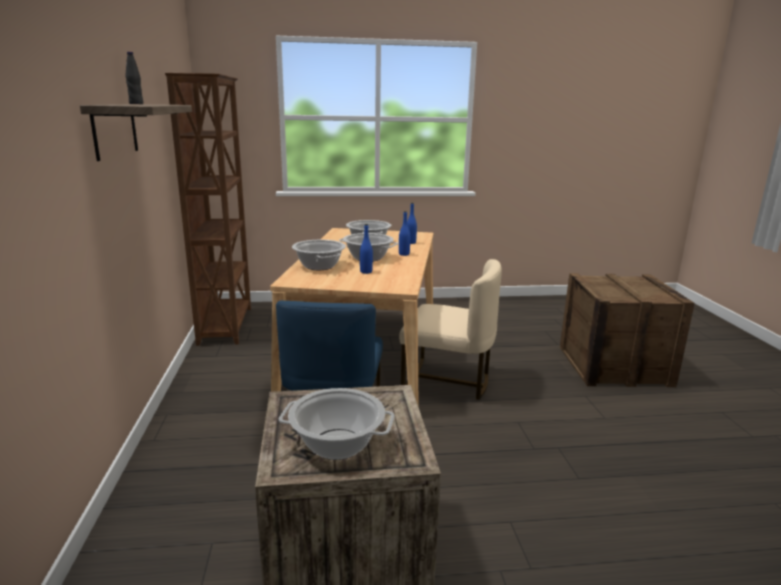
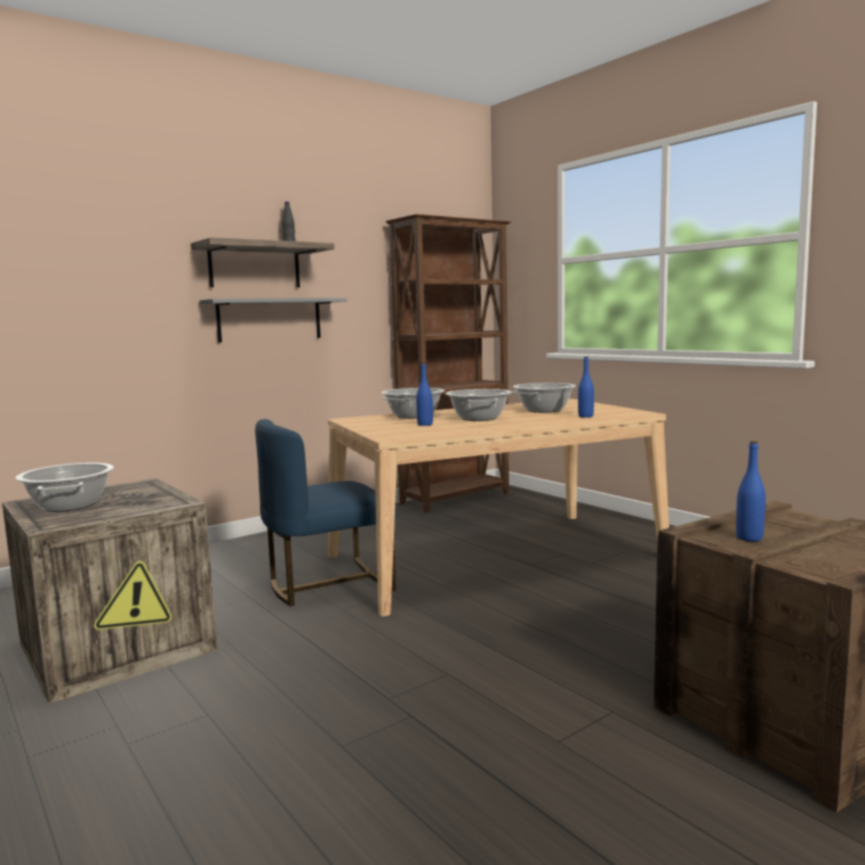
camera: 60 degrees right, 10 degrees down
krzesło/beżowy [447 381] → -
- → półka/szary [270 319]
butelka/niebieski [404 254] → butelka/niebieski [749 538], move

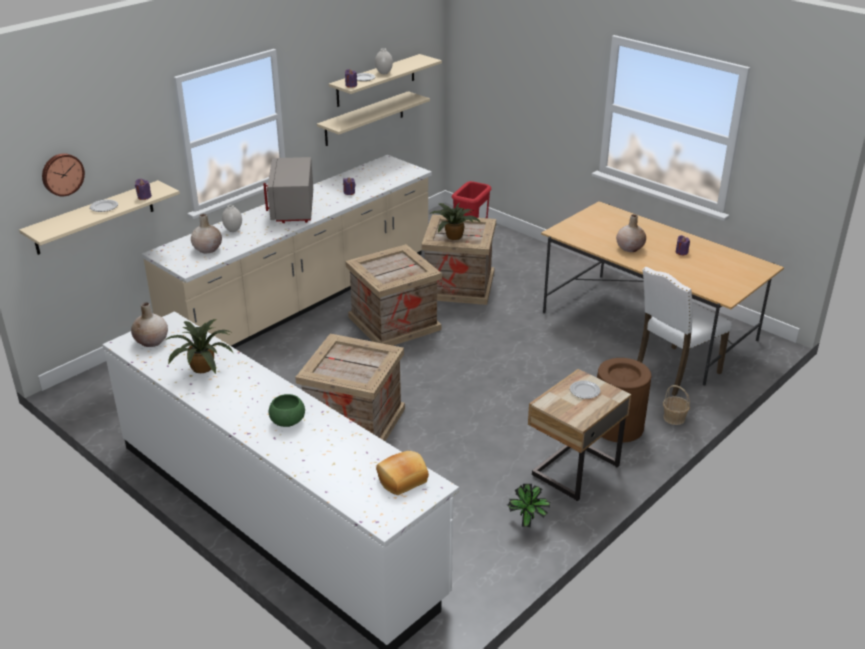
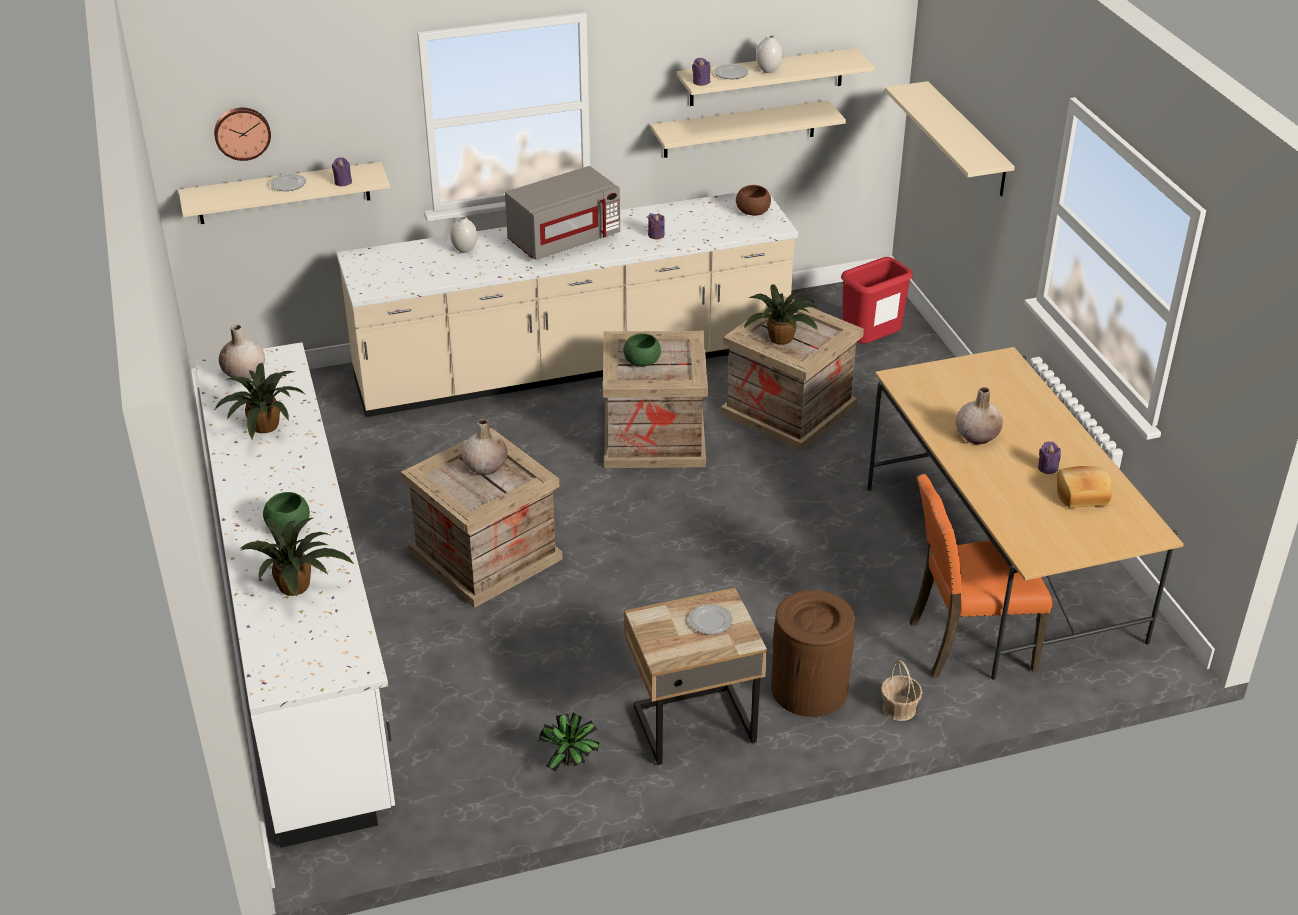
camera: 30 degrees right, 5 degrees up
- → roślina doniczkowa [297 585]
- → miska/zielony [642 362]
- → miska/brązowy [753 212]
- → półka/beżowy [967 140]
wazon/beżowy [207 249] → wazon/beżowy [485 467], move
chleb [401 479] → chleb [1081 494], move
krzesło/biały [674 372] → krzesło/pomarańczowy [968 644]
mikrofalówka/szary [293 208] → mikrofalówka/szary [564 239], 150 degrees counterclockwise

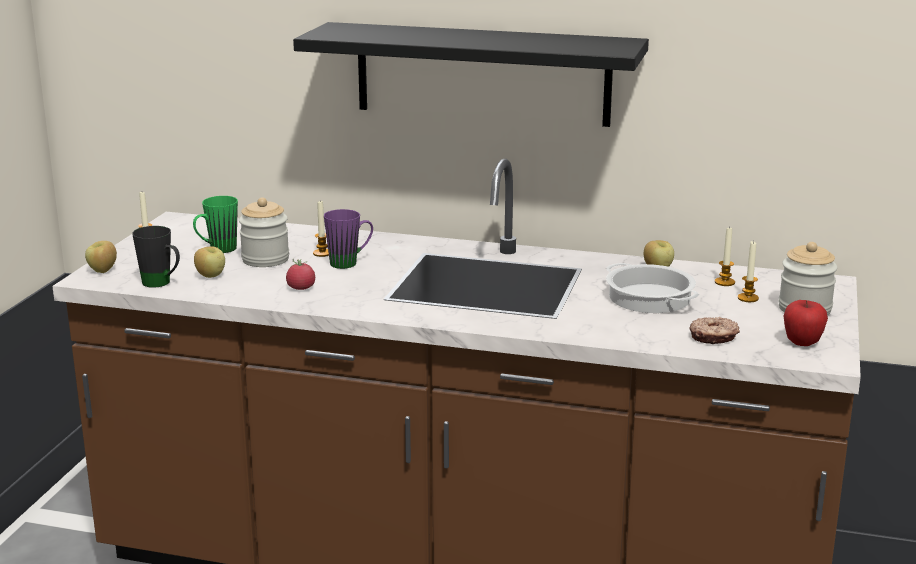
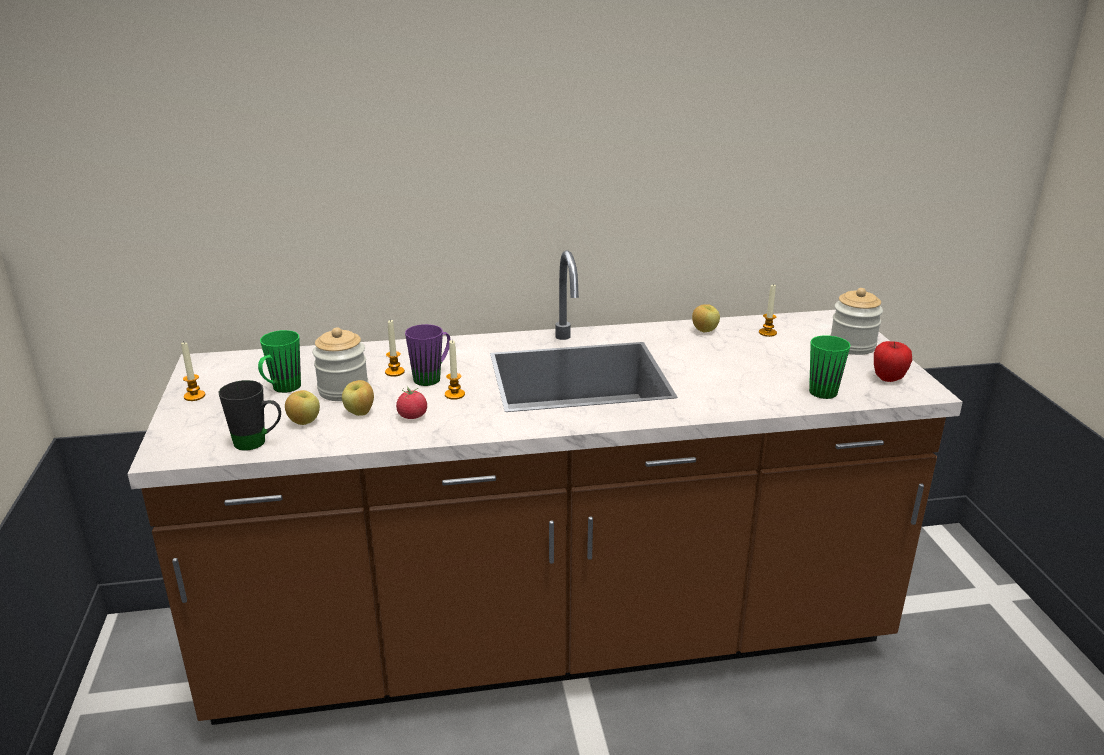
camera: 25 degrees left, 5 degrees up
półka/czarny [482 74] → -
garnek [648 298] → -
jabłko [103 271] → jabłko [360 413], move
świeca [748 298] → świeca [454 394], move
donut [713 337] → kubek/zielony [820 389]

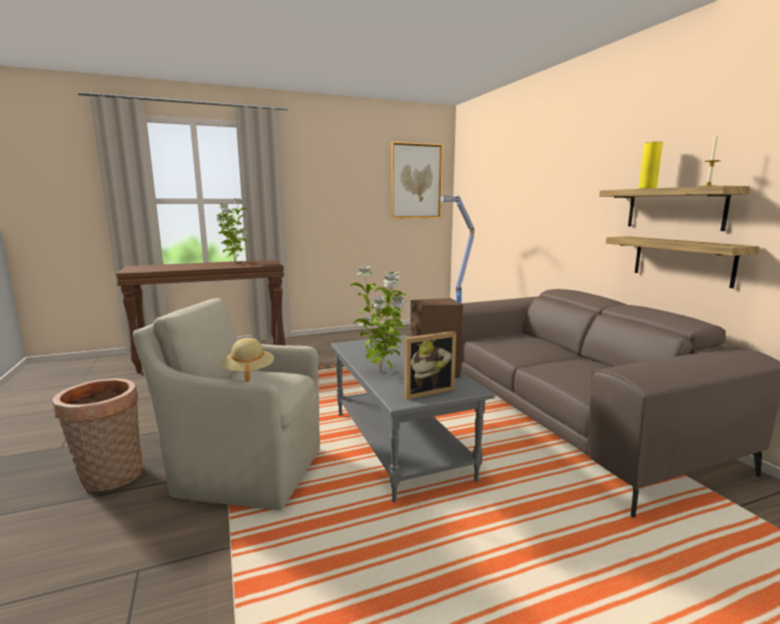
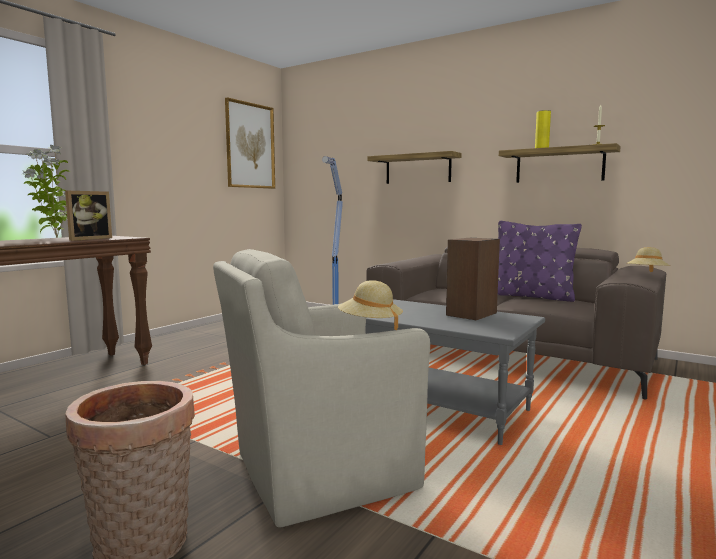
camera: 35 degrees left, 5 degrees down
roślina doniczkowa [382 372] → -
- → poduszka/fioletowy [531 296]
- → kapelusz/beżowy [647 274]
ramka na zdjęcie [426 391] → ramka na zdjęcie [88 239], move
półka [682 260] → półka [418 169], move

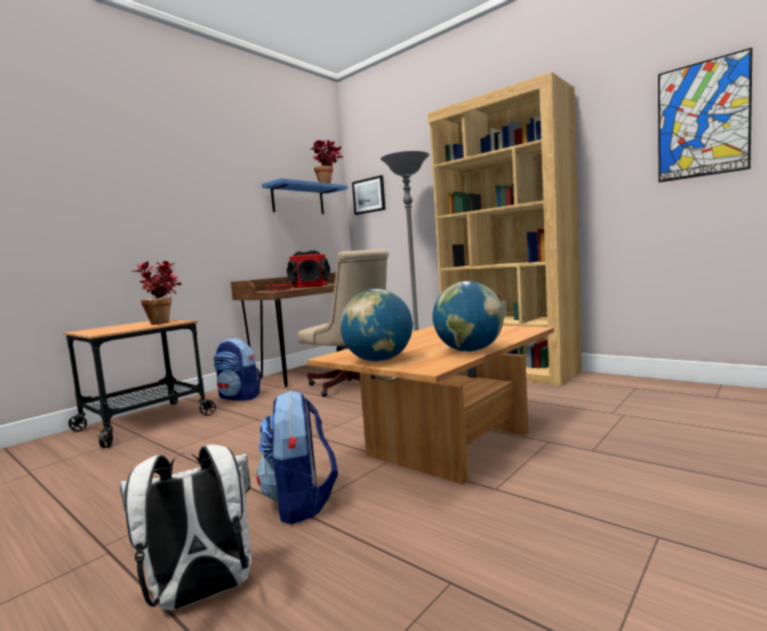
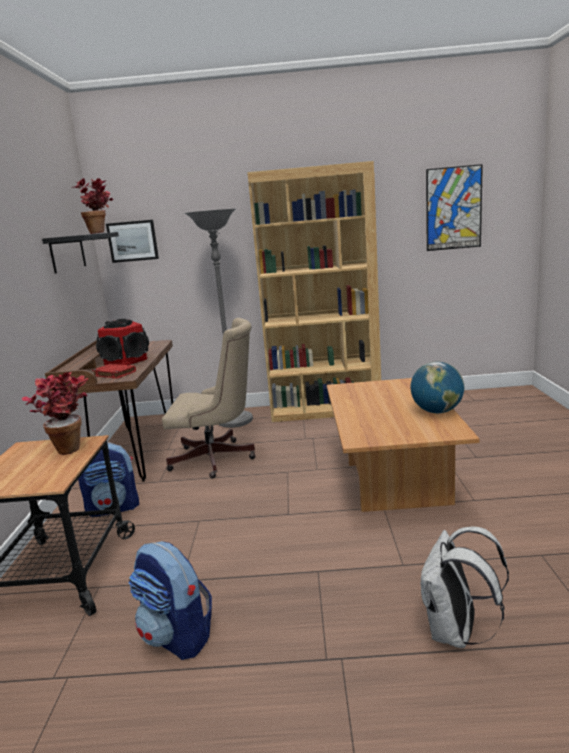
camera: 40 degrees left, 10 degrees up
globus [379 360] → -
plecak [301 503] → plecak [177 636], move
półka/niebieski [298 200] → półka/czarny [67 253]

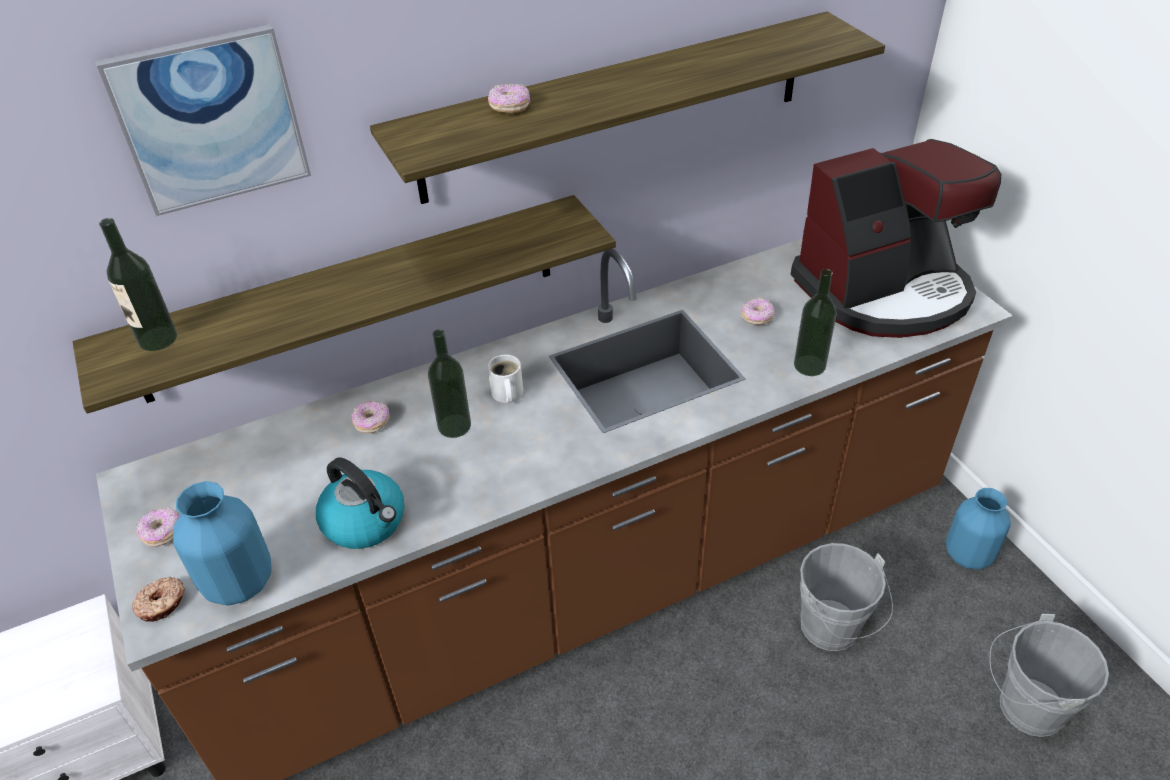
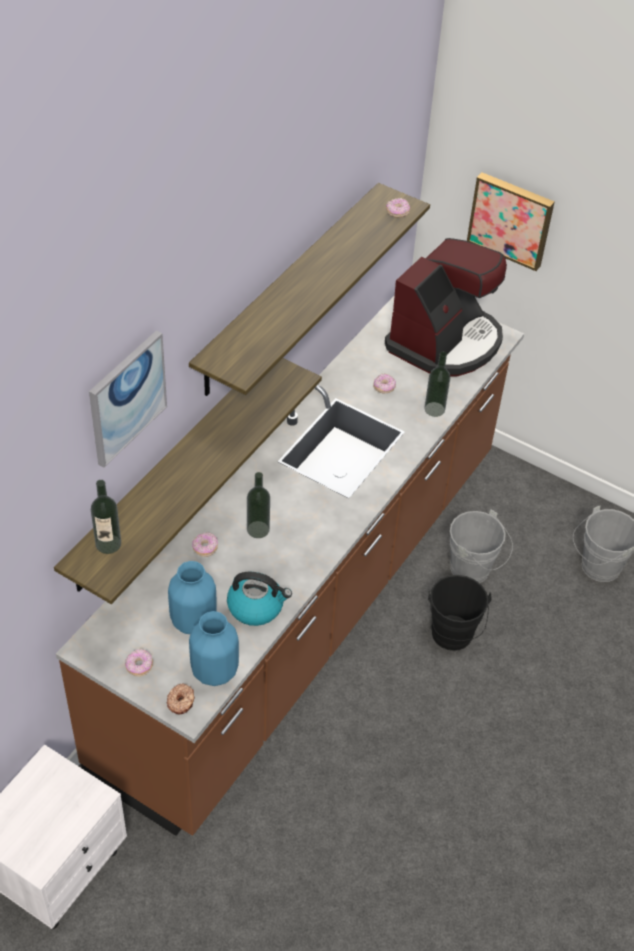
camera: 35 degrees left, 5 degrees up
kubek/biały [506 394] → -
- → wiadro/czarny [452 638]
- → obraz [511 219]
donut [509 108] → donut [397 213], move
wazon/niebieski [968 555] → wazon/niebieski [193 621], move

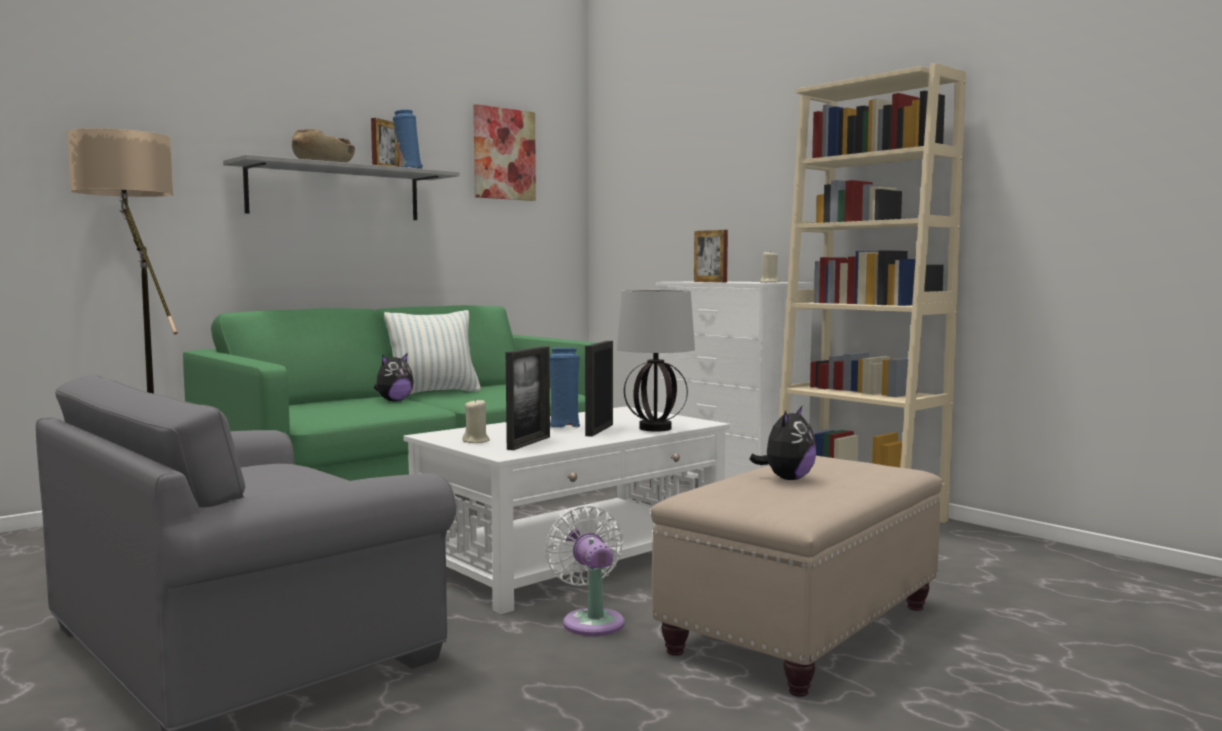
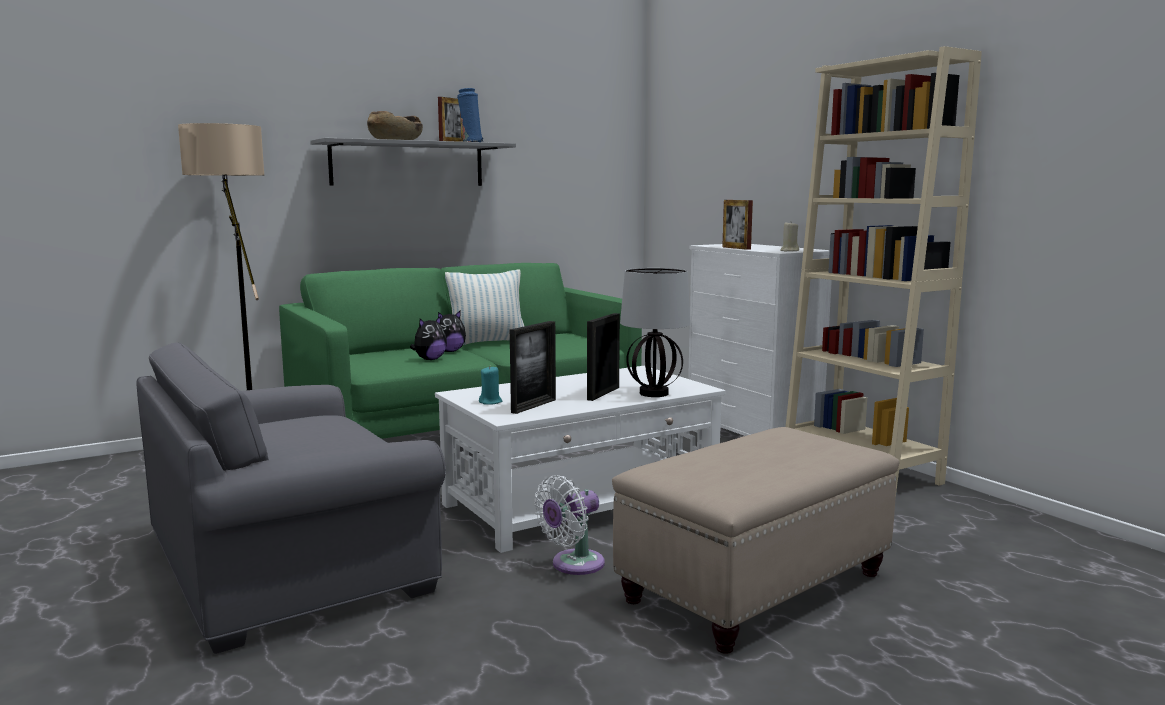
camera: 10 degrees right, 5 degrees up
obraz [504 154] → -
wazon/niebieski [564 427] → -
pluszak [787 479] → pluszak [429 359], move
świeca/beżowy [476 441] → świeca/turkusowy [490 402]
wentylator/biały [591 621] → wentylator/biały [573 565], 120 degrees counterclockwise

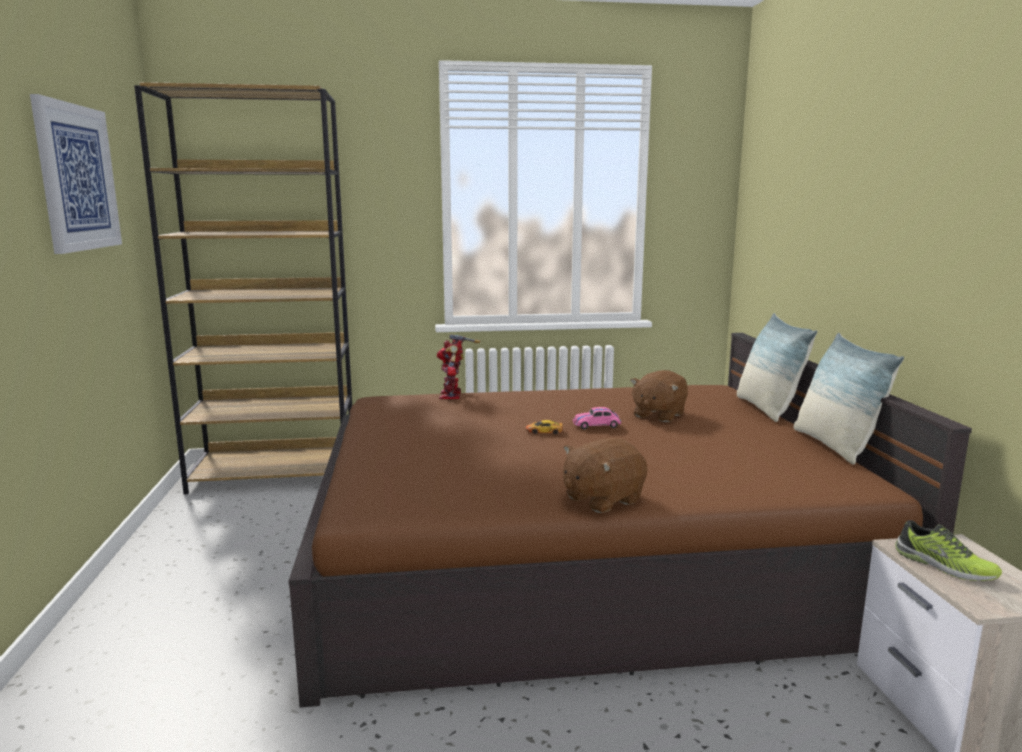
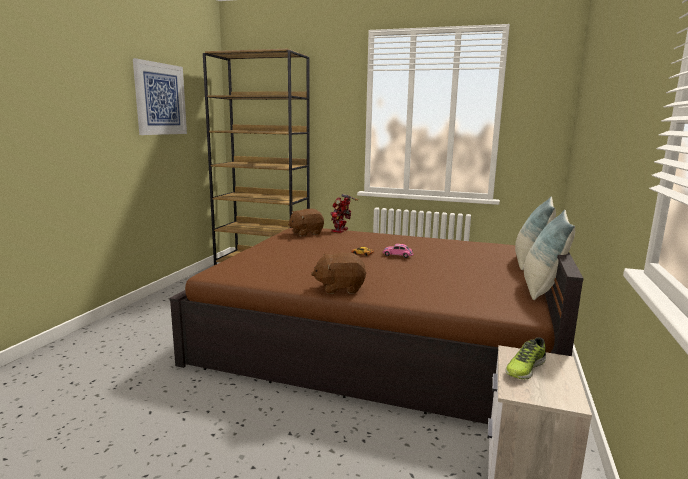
camera: 25 degrees right, 0 degrees up
pluszak/brązowy [658 415] → pluszak/brązowy [306 233], move
but [944 566] → but [524 368], 60 degrees clockwise

